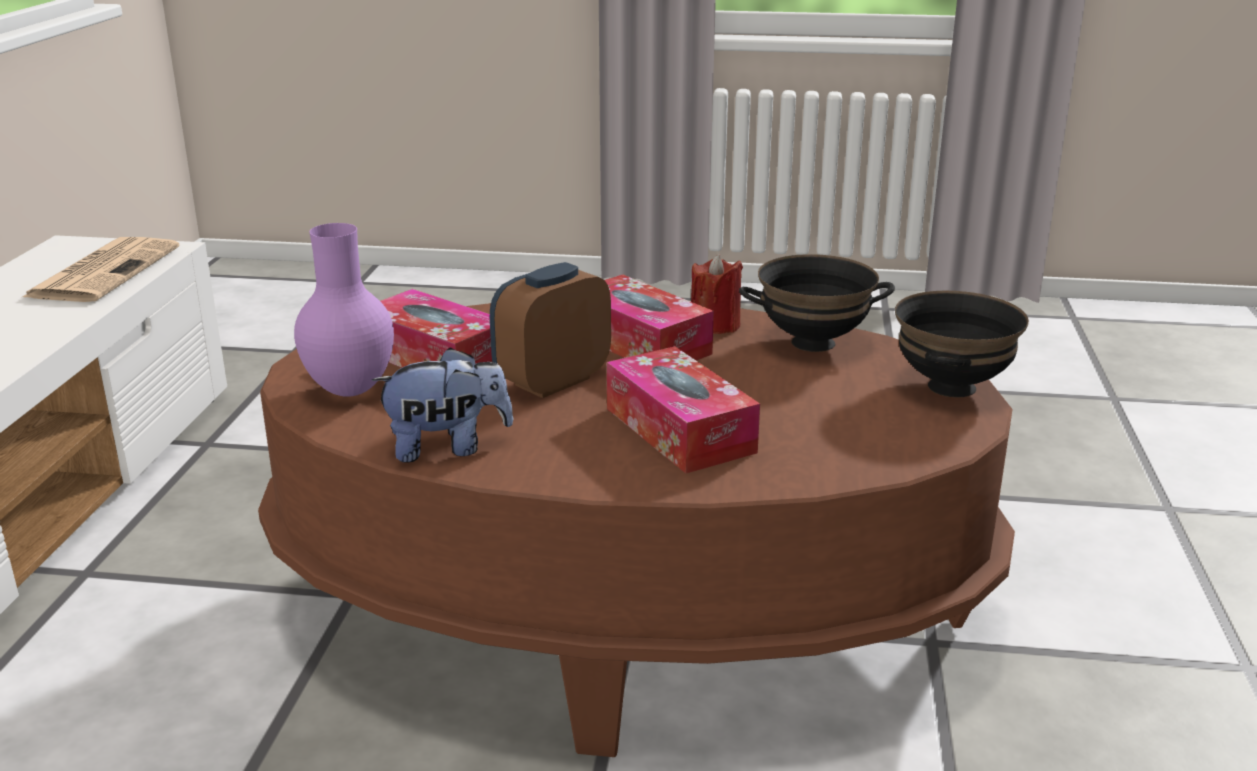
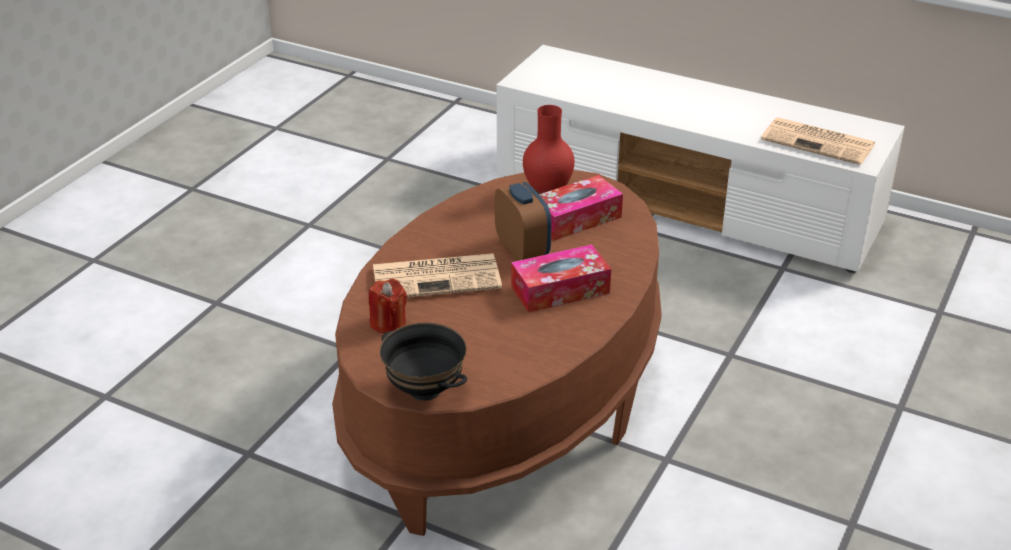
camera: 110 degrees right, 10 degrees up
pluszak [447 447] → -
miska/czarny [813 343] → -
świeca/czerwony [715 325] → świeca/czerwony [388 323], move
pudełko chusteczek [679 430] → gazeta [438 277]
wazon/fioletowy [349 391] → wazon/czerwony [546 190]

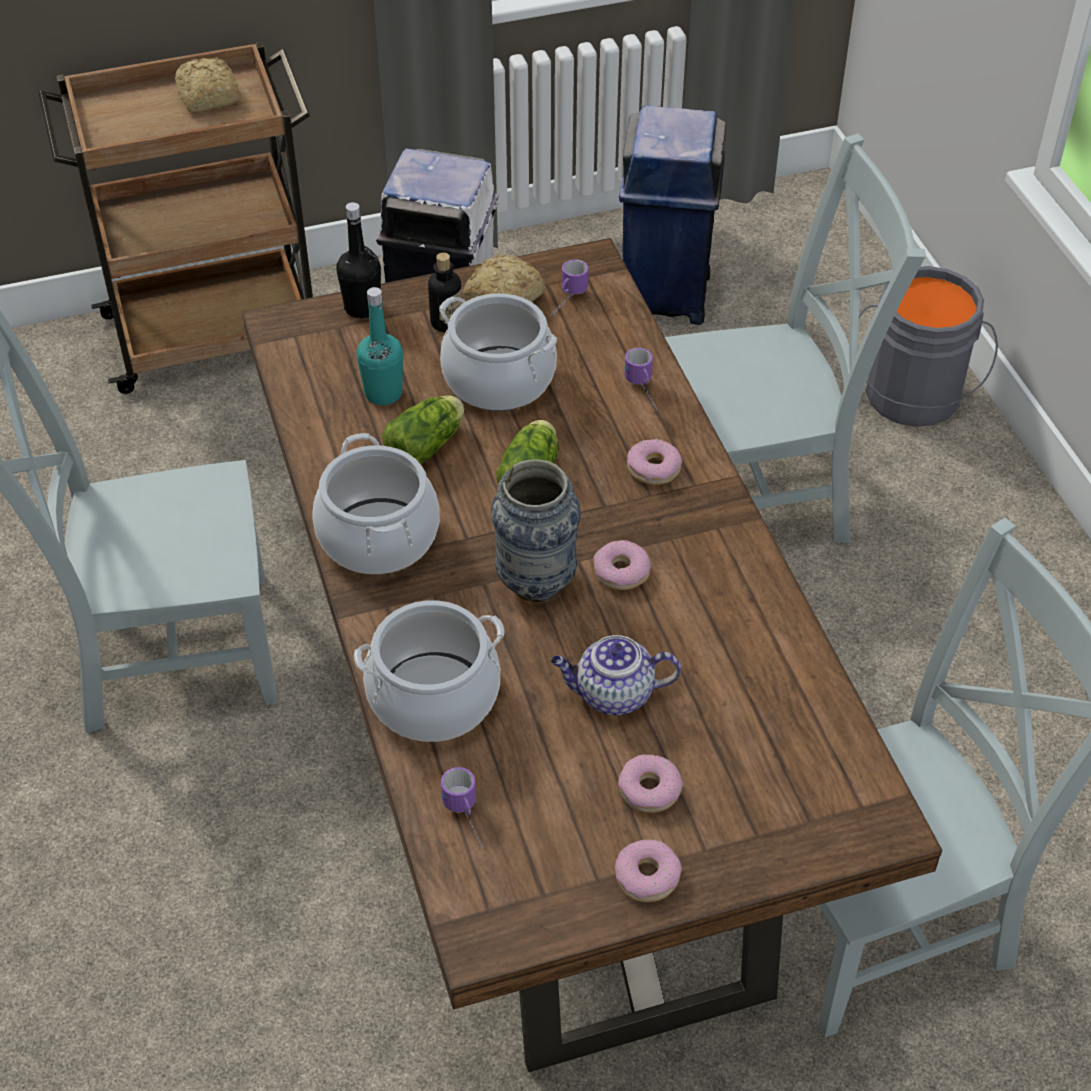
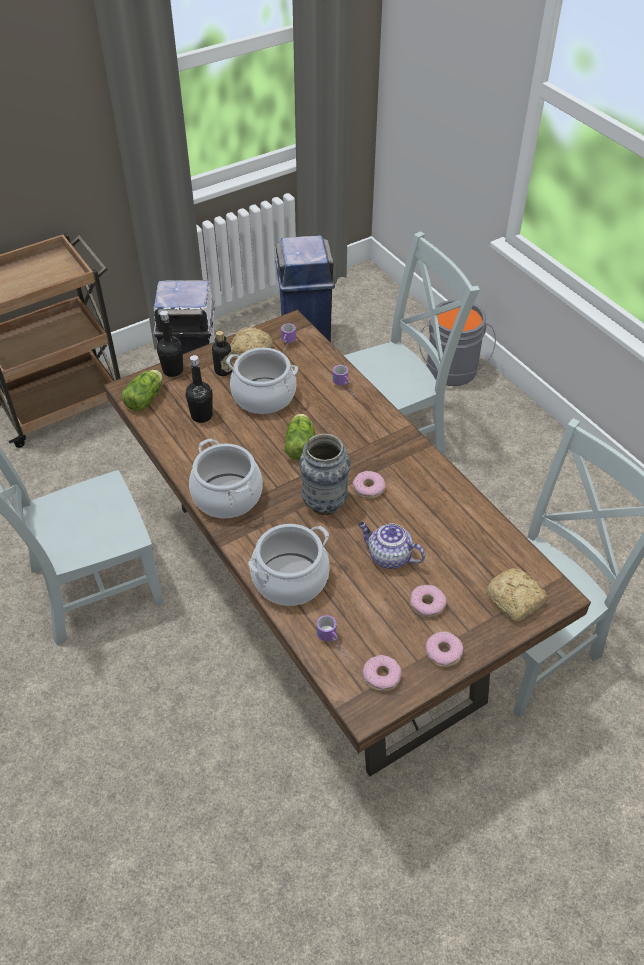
camera: 15 degrees left, 0 degrees up
chleb [208 97] → chleb [515 601], move
sałata [428 444] → sałata [146 398], move
donut [653 468] → donut [381 676], move
butelka/turkusowy [383 393] → butelka/czarny [201 416]
imbryk [612 695] → imbryk [388 557], 45 degrees clockwise

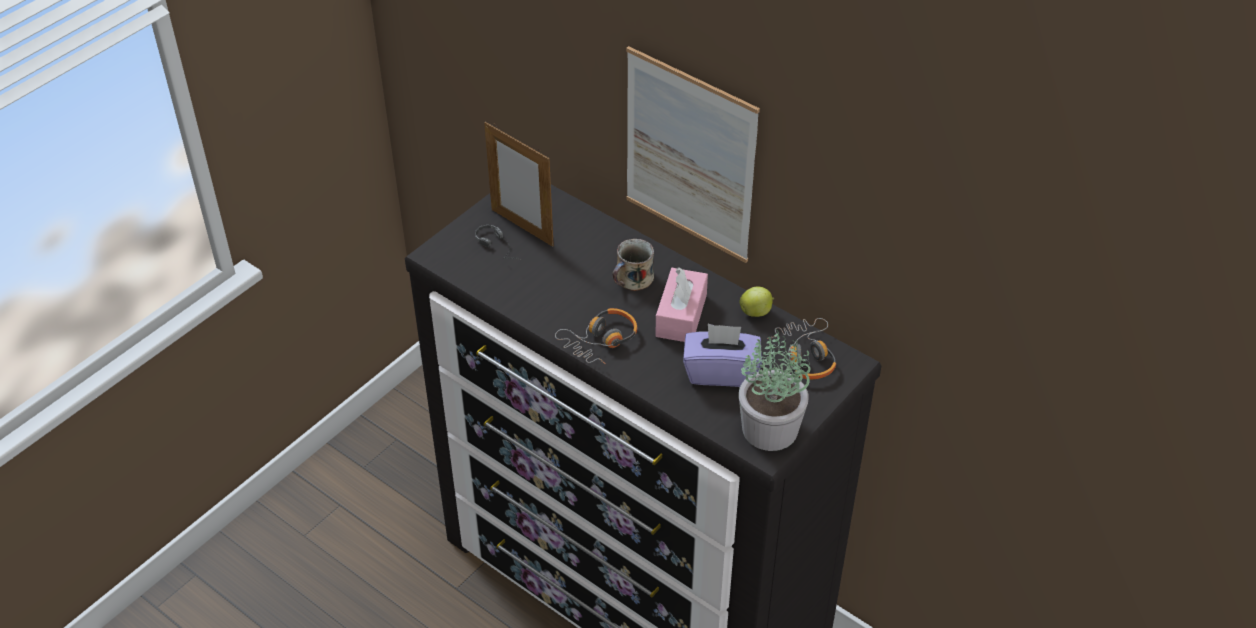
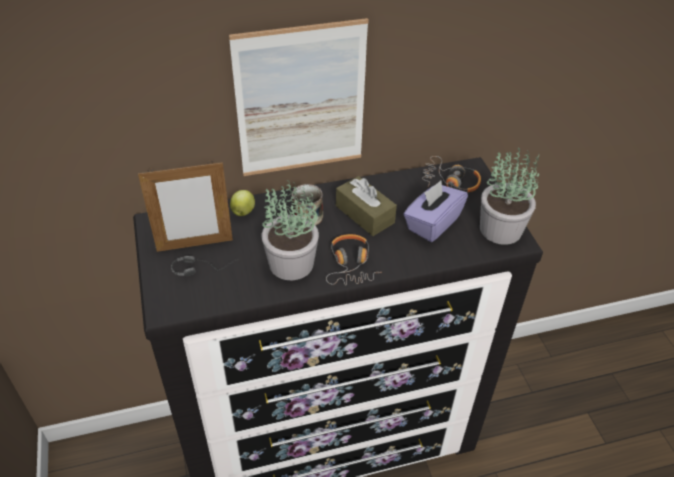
camera: 55 degrees left, 0 degrees up
- → roślina doniczkowa [290 264]
jabłko [756 312] → jabłko [243 211], move
pudełko chusteczek/różowy [681 315] → pudełko chusteczek/brązowy [364 214]

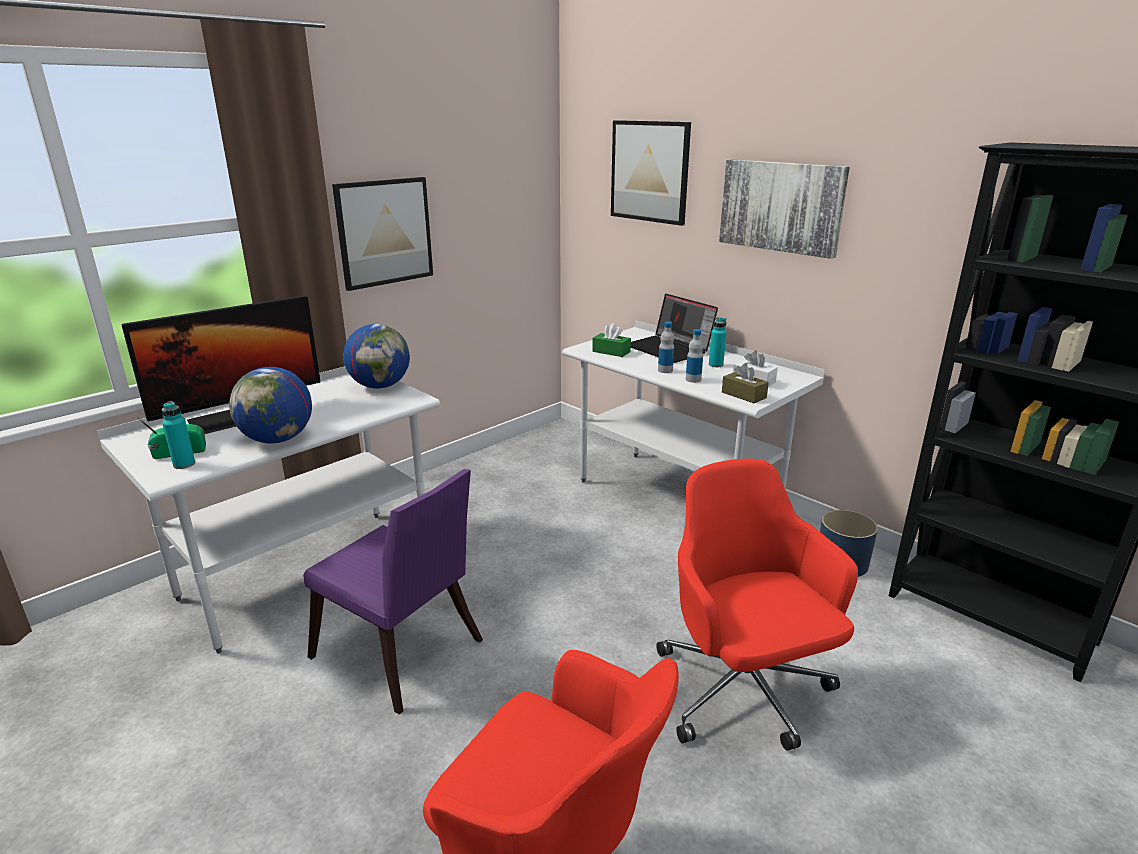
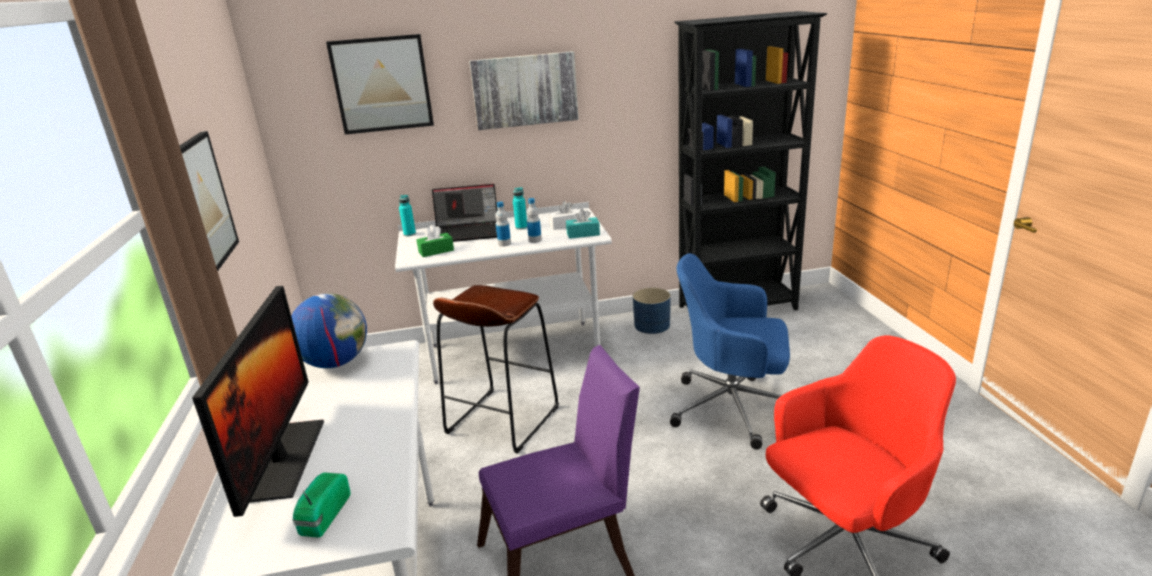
camera: 55 degrees left, 0 degrees up
globus [278 439] → -
- → stołek/brązowy [502 420]
butelka/turkusowy [184 464] → butelka/turkusowy [409 234], move
krzesło biurowe/czerwony [744 691] → krzesło biurowe/niebieski [732 408]
pudełko chusteczek/brązowy [743 395] → pudełko chusteczek/turkusowy [583 234]

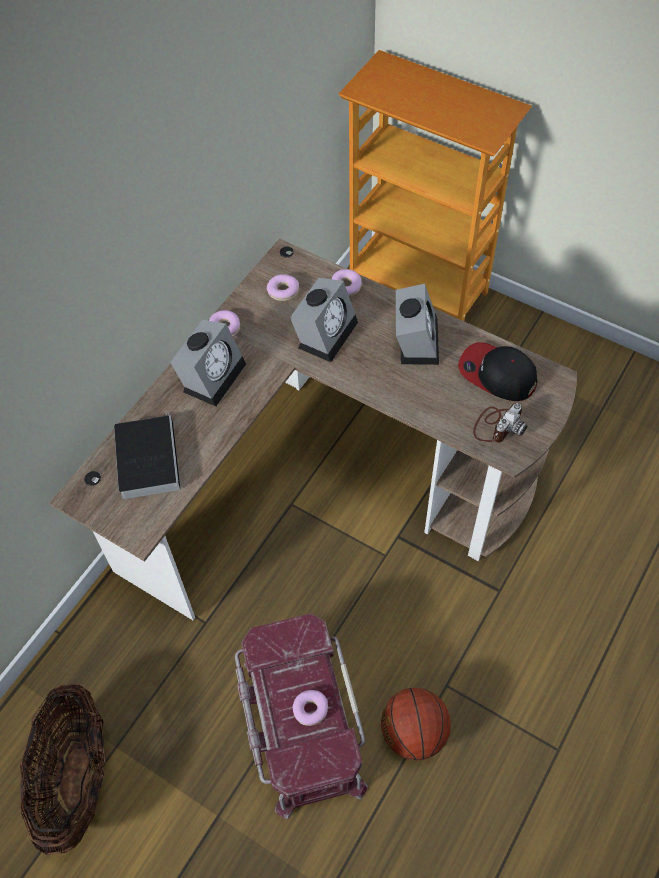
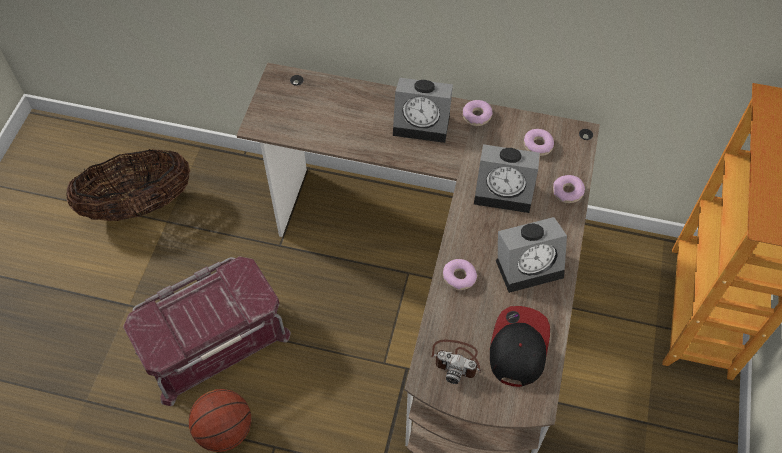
camera: 70 degrees right, 0 degrees up
książka [147 458] → -
donut [310 709] → donut [459 277], move

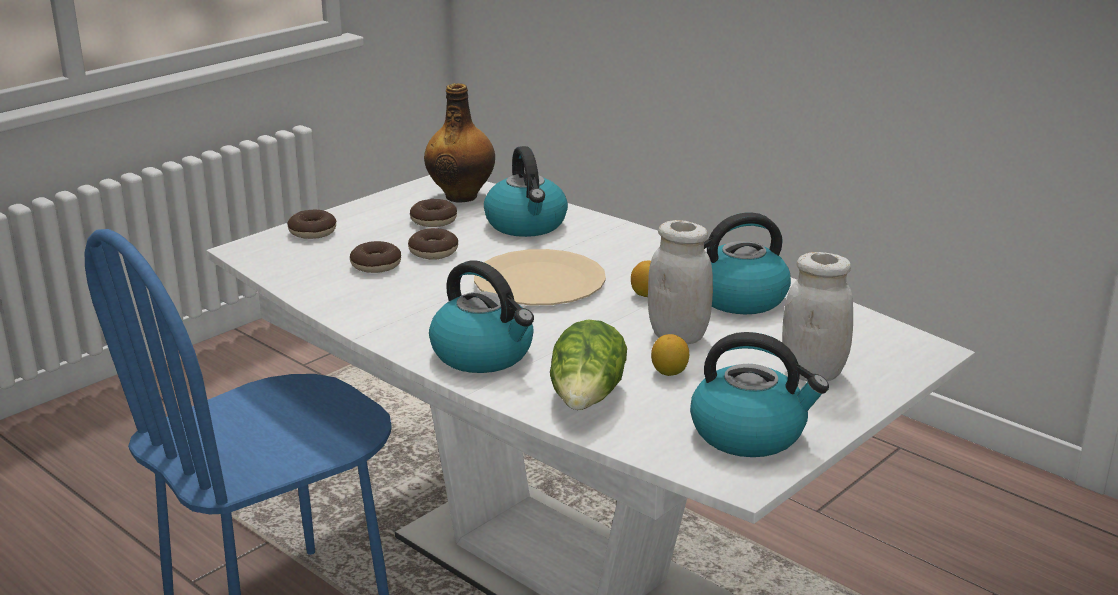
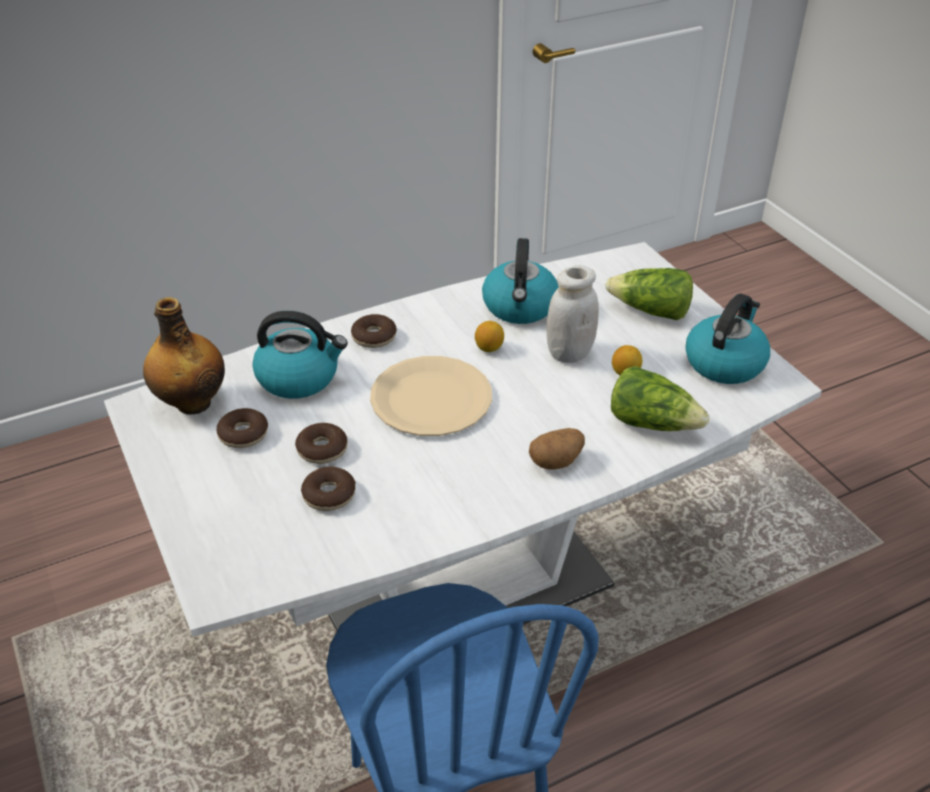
camera: 70 degrees left, 15 degrees up
donut [312 232] → donut [374 337], move
czajnik [484 354] → ziemniak [556 461]
słoik/biały [813 373] → sałata [651 311]

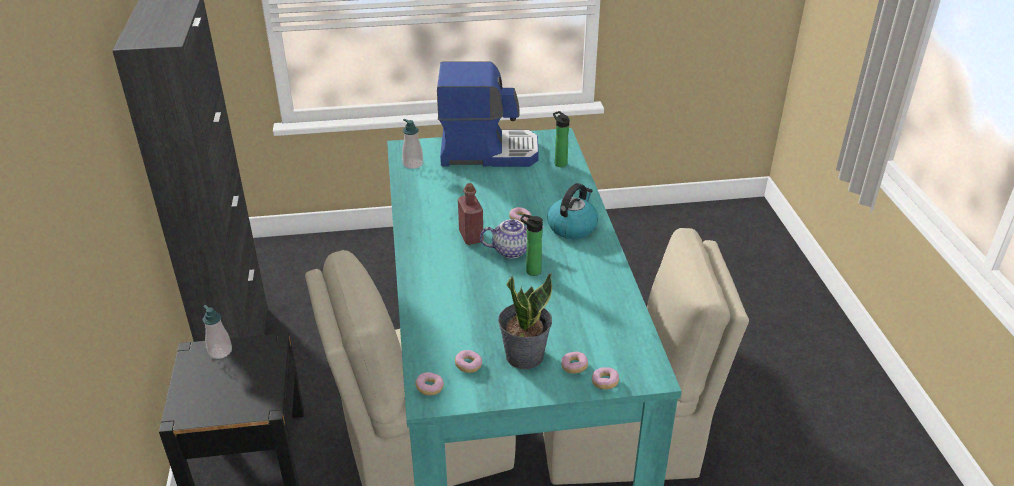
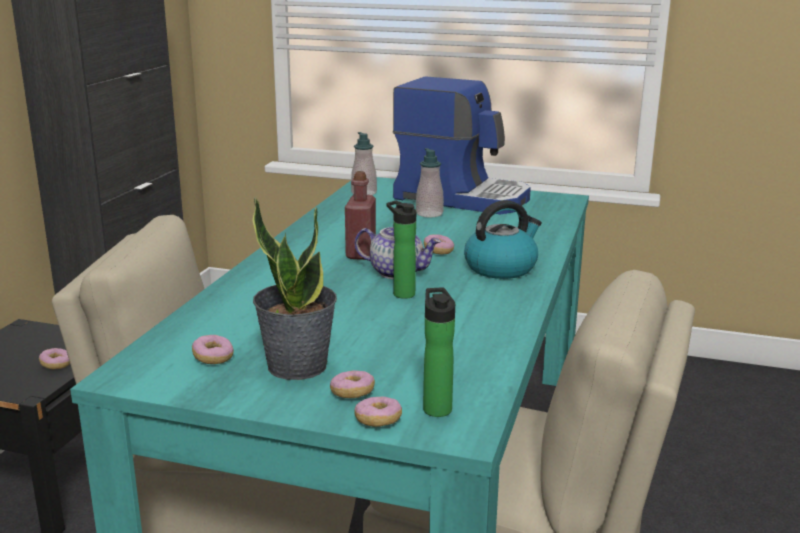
camera: 25 degrees right, 15 degrees down
dozownik mydła [220 351] → dozownik mydła [429 214], move
donut [430 388] → donut [56 365], move
butelka [559 163] → butelka [436 407], move

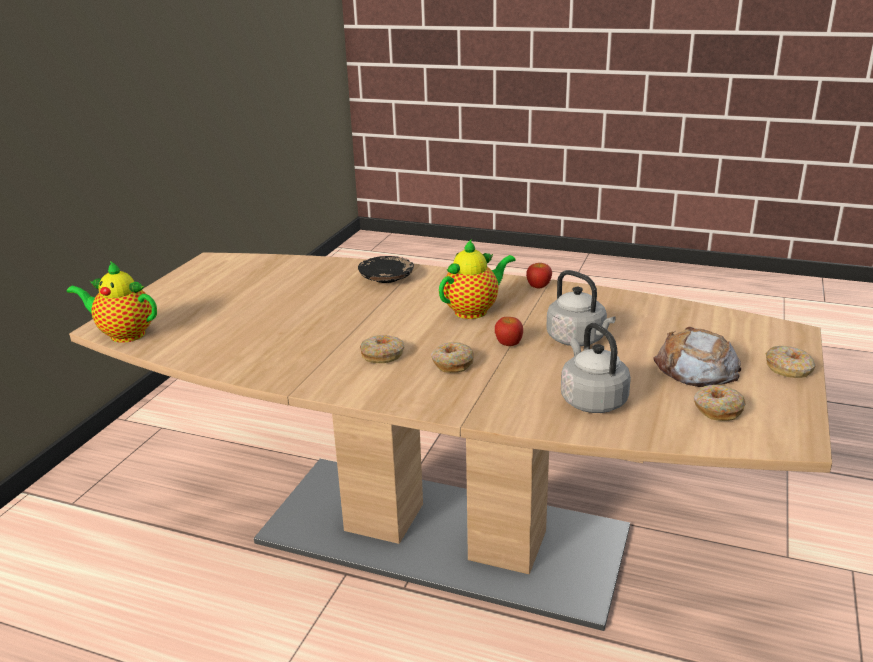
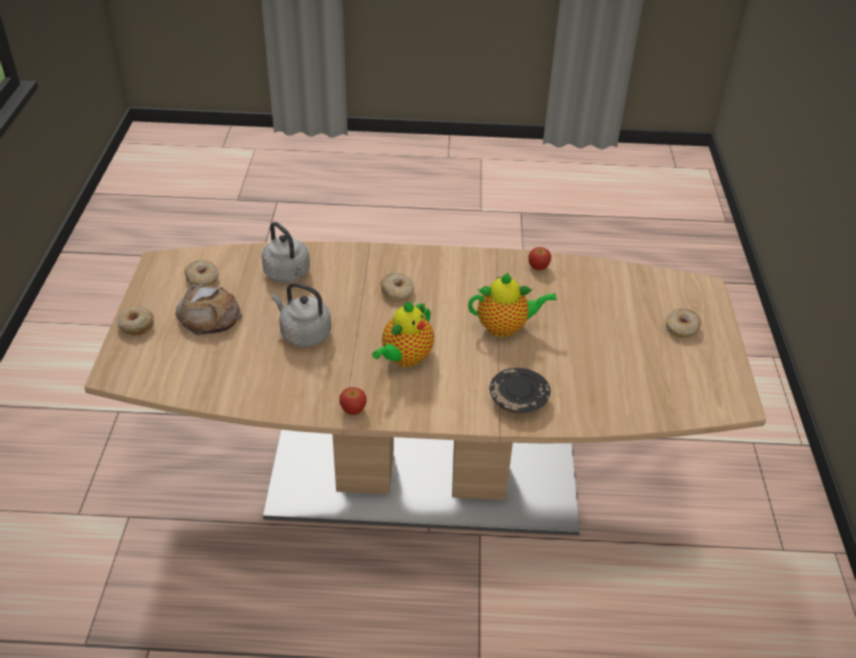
camera: 160 degrees right, 15 degrees up
imbryk [124 334] → imbryk [505 327], move
donut [382 355] → donut [681 328], move
jabłko [508 343] → jabłko [538 267], move

